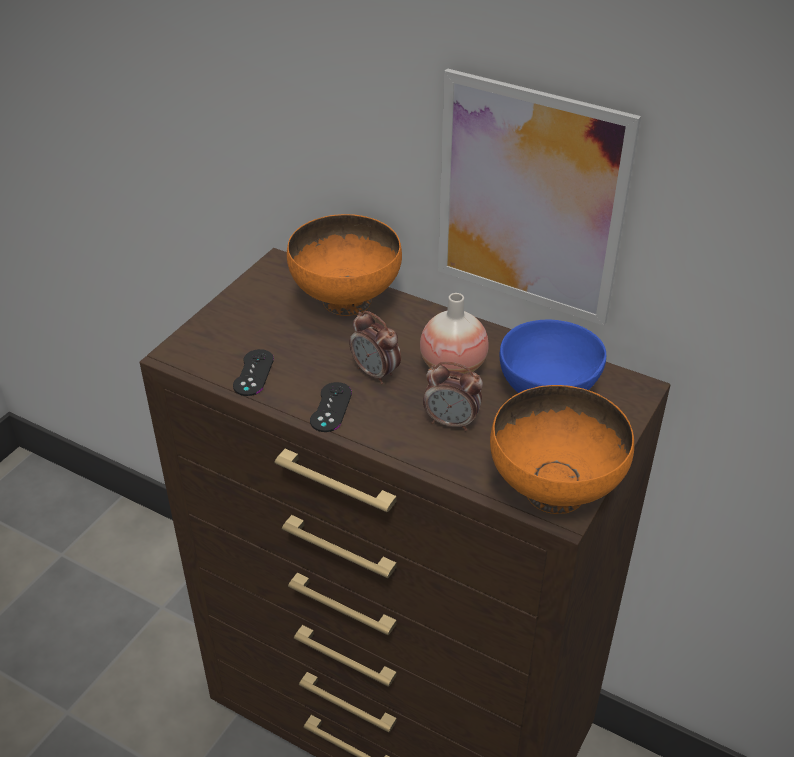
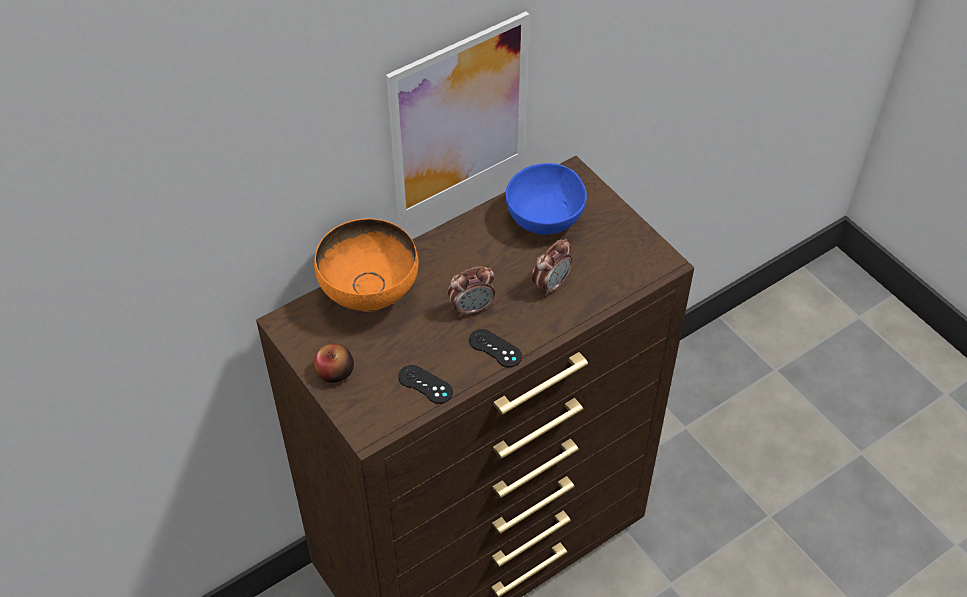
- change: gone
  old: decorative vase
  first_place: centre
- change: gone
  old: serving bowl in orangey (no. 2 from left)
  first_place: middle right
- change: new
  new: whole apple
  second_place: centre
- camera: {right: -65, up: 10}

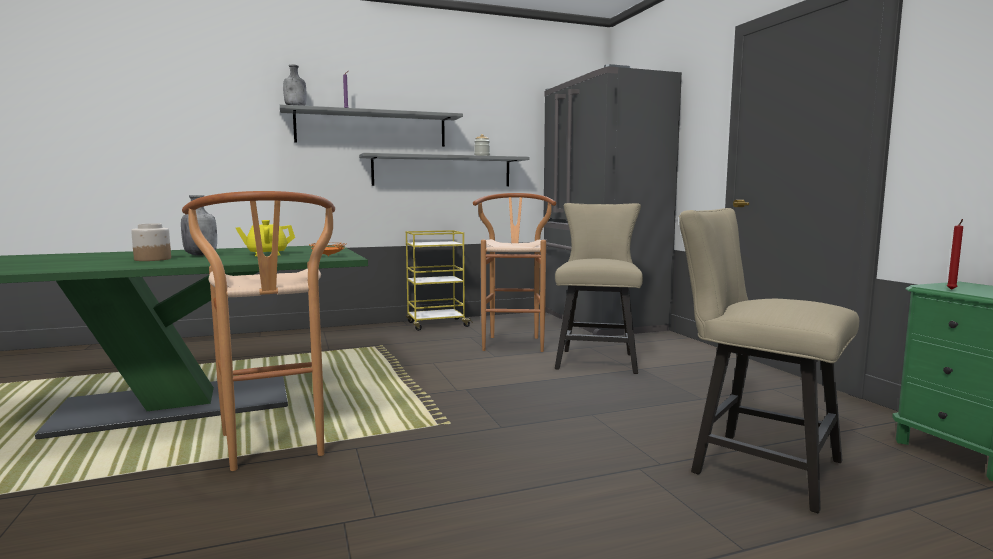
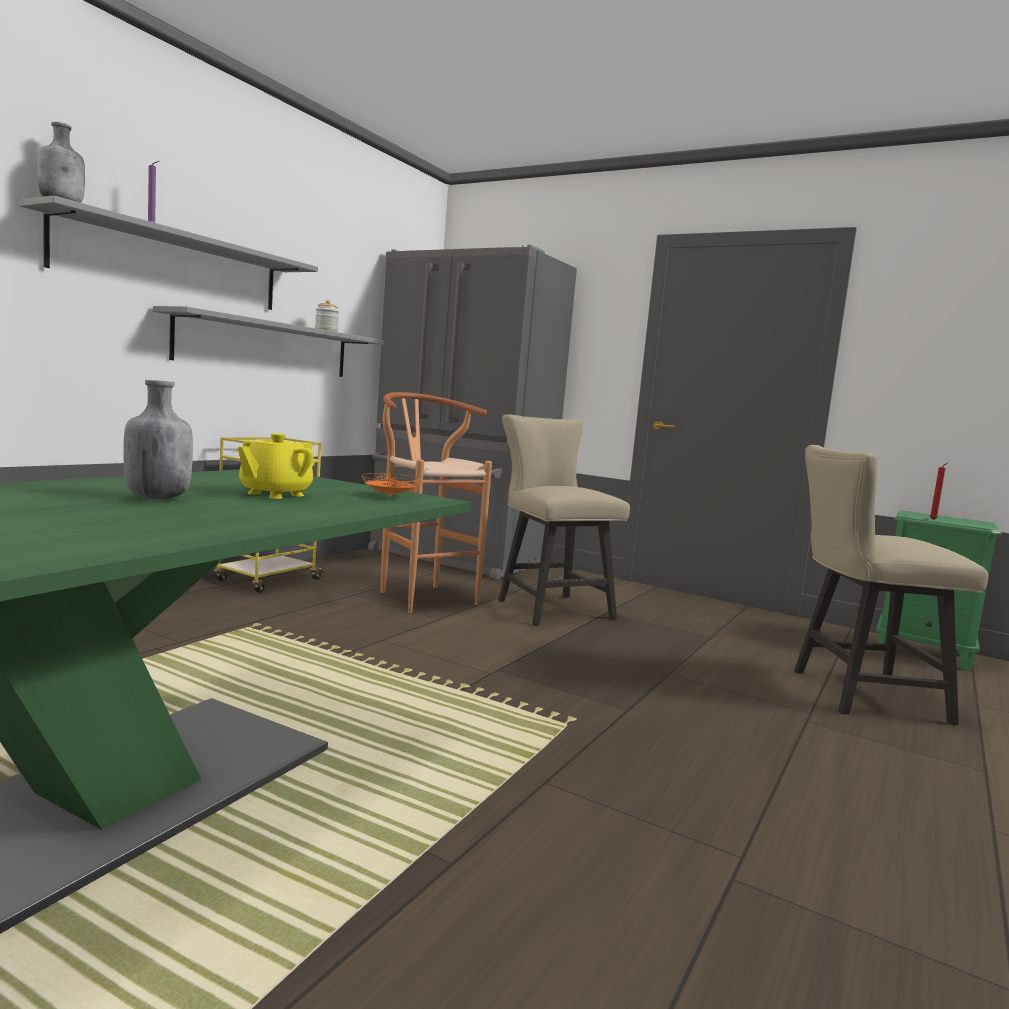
- change: gone
  old: stool seat in brown (no. 1 from left)
  first_place: middle left
- change: gone
  old: preserve jar (no. 1 from left)
  first_place: middle left
- camera: {right: -40, up: 0}

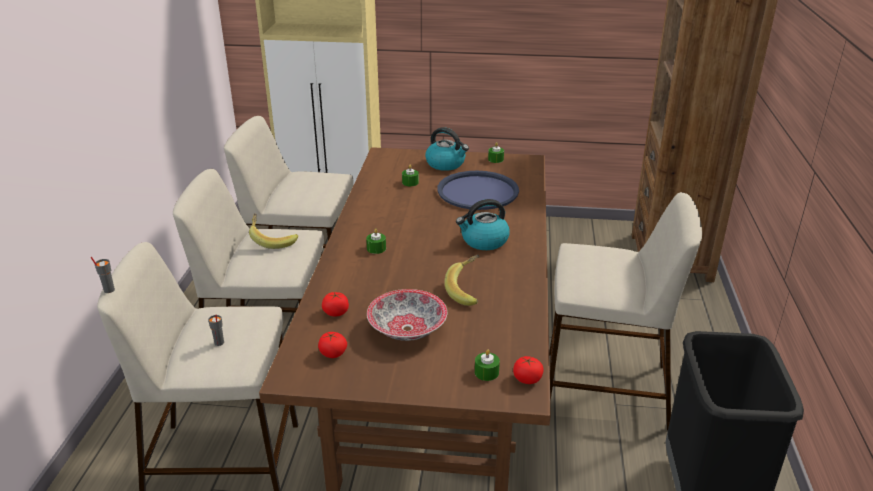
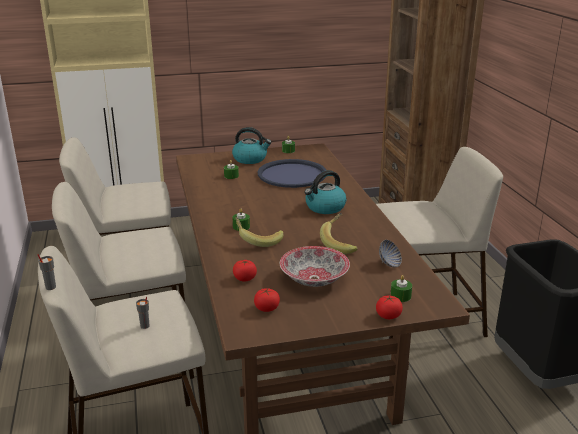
- change: shifted
  old: whole banana (no. 1 from left)
  first_place: middle left
  second_place: centre
- change: shifted
  old: fresh tomato (no. 3 from left)
  first_place: bottom centre
  second_place: bottom right
- change: new
  new: serving bowl (no. 2 from left)
  second_place: middle right
- camera: {right: -20, up: -5}

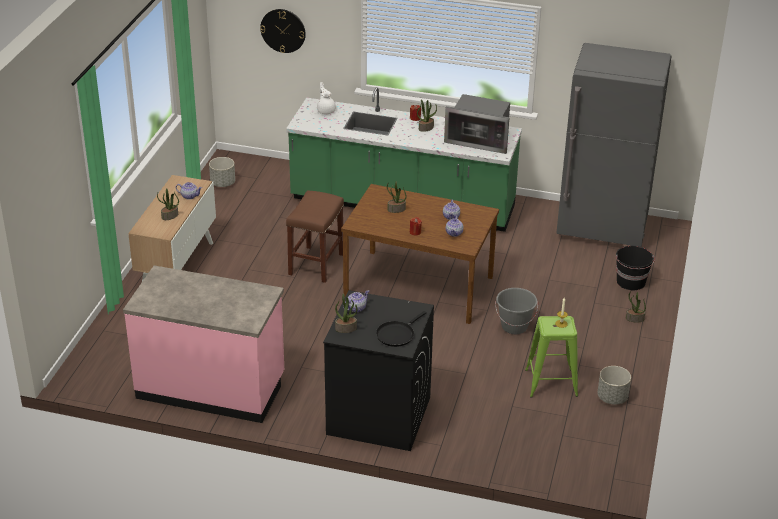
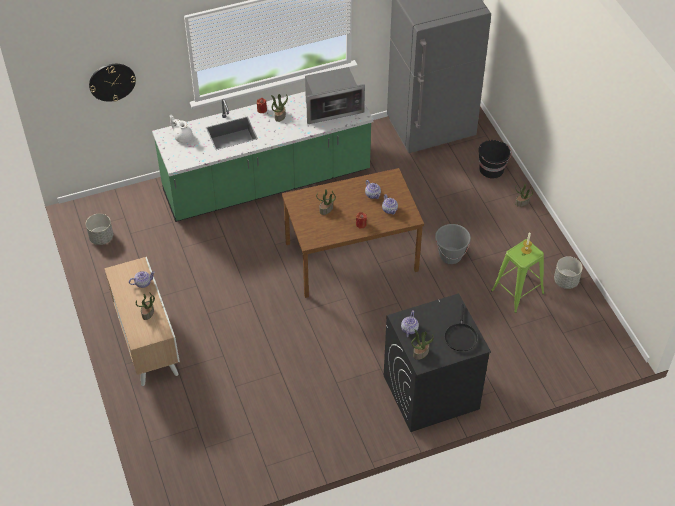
- change: gone
  old: stool seat in brown
  first_place: centre
- change: gone
  old: kitchen base unit in pink
  first_place: middle left
- camera: {right: -35, up: 15}

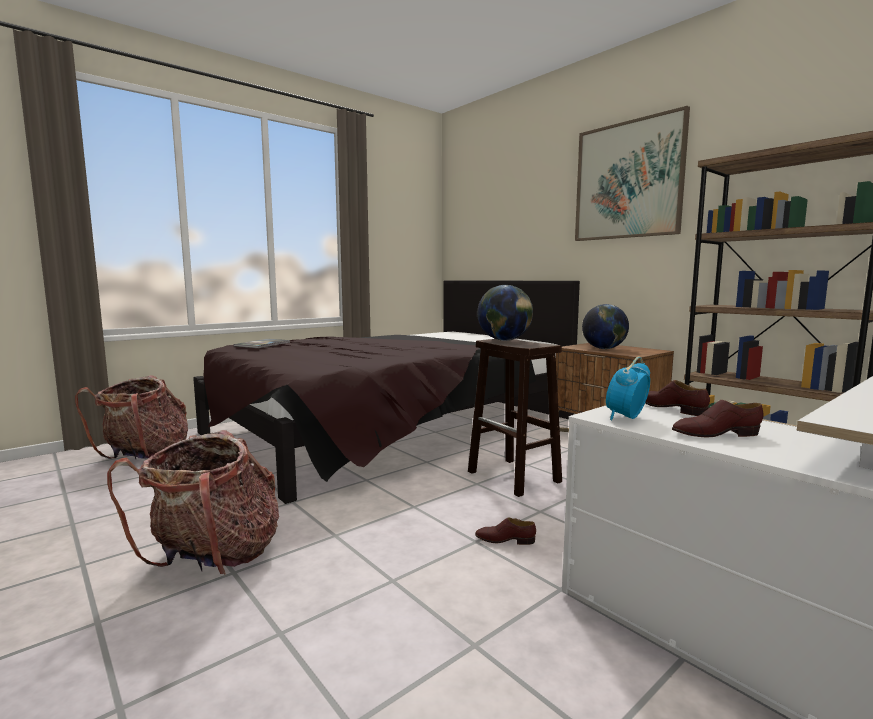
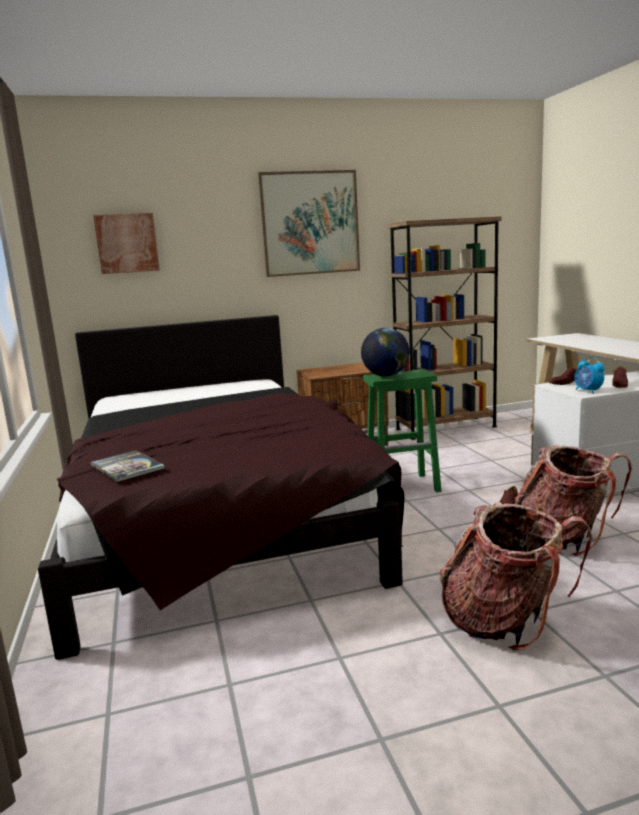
- change: gone
  old: world globe (no. 2 from left)
  first_place: middle right
- change: repainted
  old: stool seat in brown
  new: stool seat in greenish
  first_place: centre
  second_place: centre
- change: shifted
  old: rucksack (no. 1 from left in the first image)
  new: rucksack (no. 2 from left)
  first_place: middle left
  second_place: middle right
- change: new
  new: wall art (no. 1 from left)
  second_place: top left
- camera: {right: -65, up: 5}

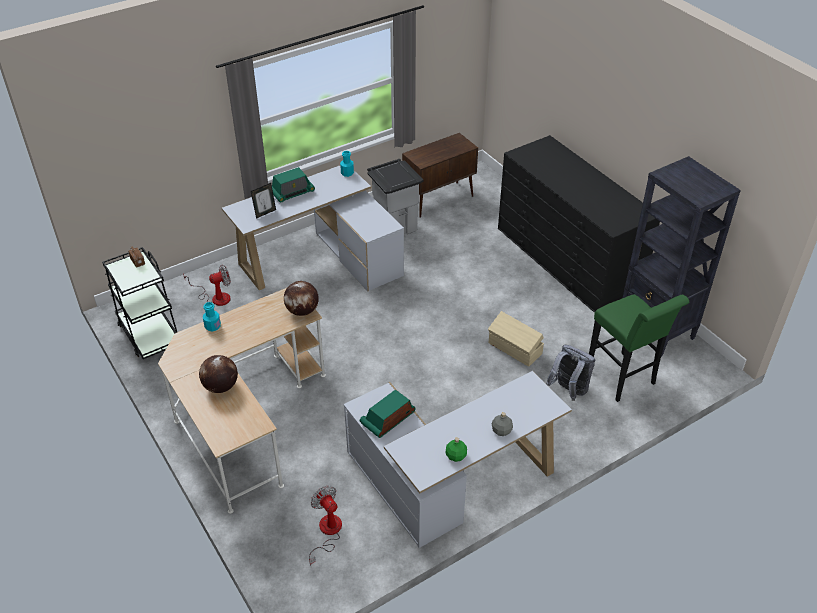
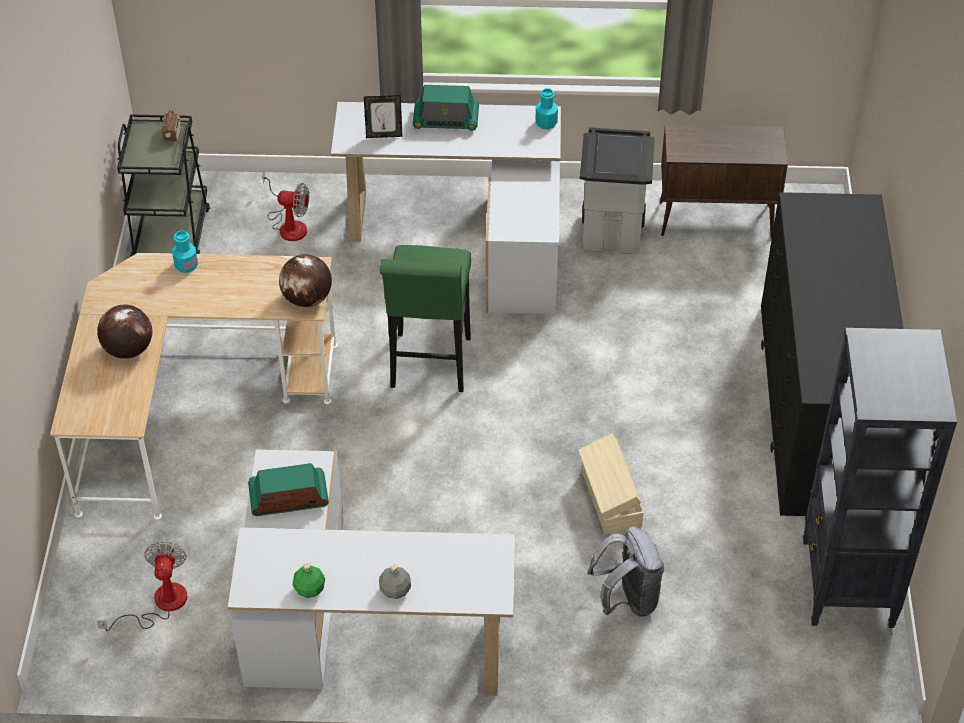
- change: shifted
  old: stool seat in greenish
  first_place: middle right
  second_place: centre
- camera: {right: 35, up: 5}

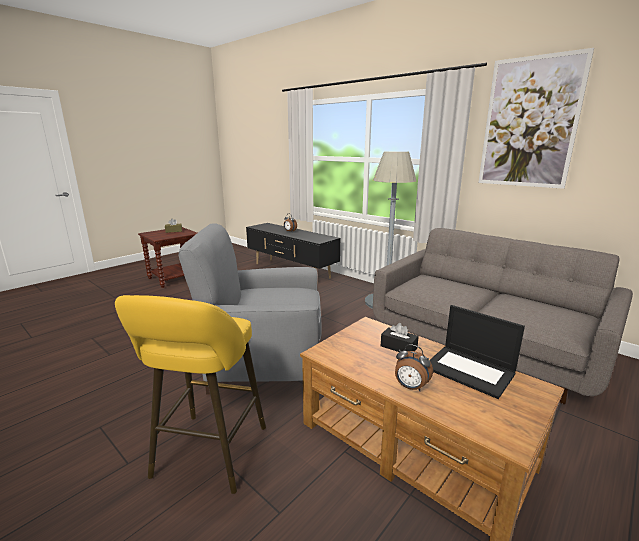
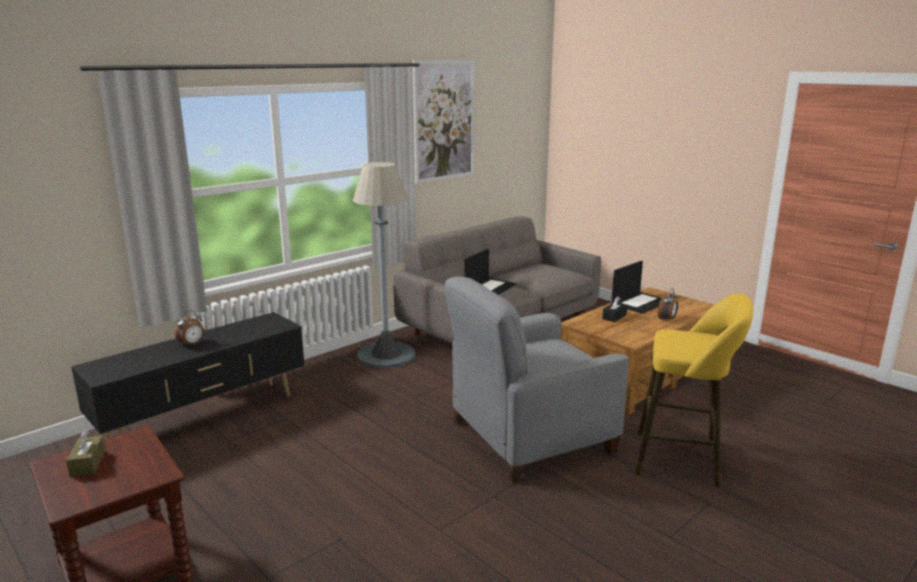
- change: rotated
  old: easy chair in grey
  first_place: centre
  second_place: centre
  degrees: 60
- change: new
  new: notebook computer (no. 1 from left)
  second_place: centre
- camera: {right: -85, up: 0}

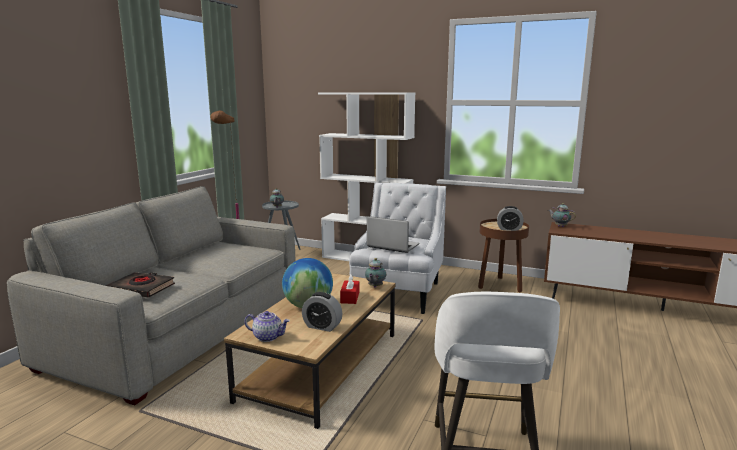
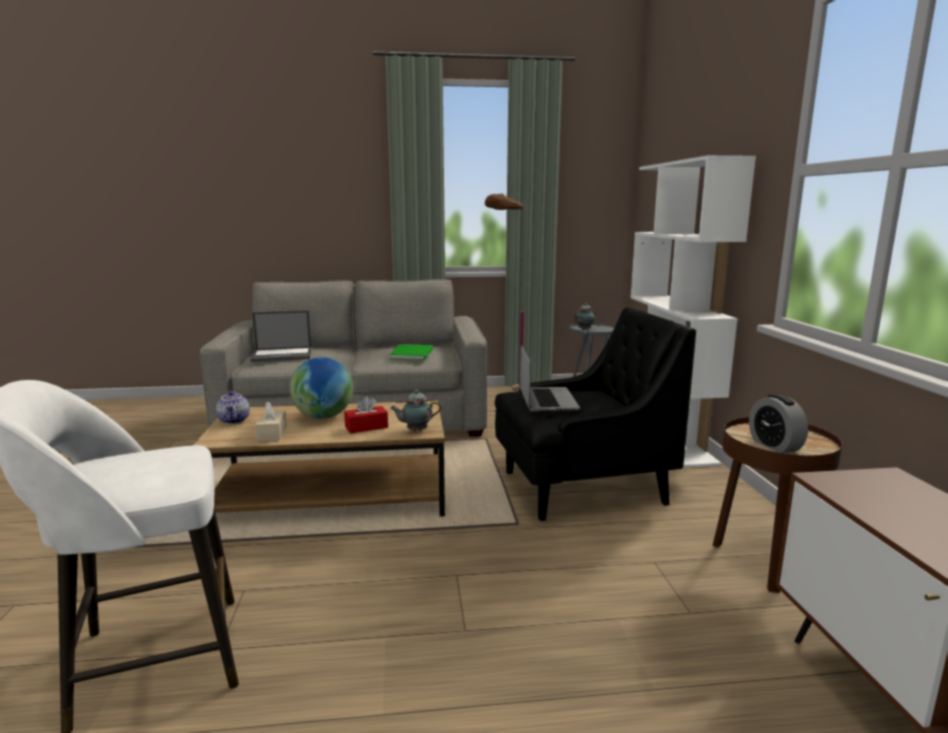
- change: repainted
  old: easy chair in whitish
  new: easy chair in black-coloured
  first_place: centre
  second_place: centre
- change: gone
  old: tea pot (no. 4 from left)
  first_place: middle right
- change: swapped
  old: bound book in black-coloured
  new: notebook computer (no. 1 from left)
  first_place: middle left
  second_place: middle left
- change: swapped
  old: table clock (no. 1 from left)
  new: tissue box in beige-coloured
  first_place: bottom centre
  second_place: middle left
- change: new
  new: bound book in greenish
  second_place: centre
- camera: {right: 60, up: 0}

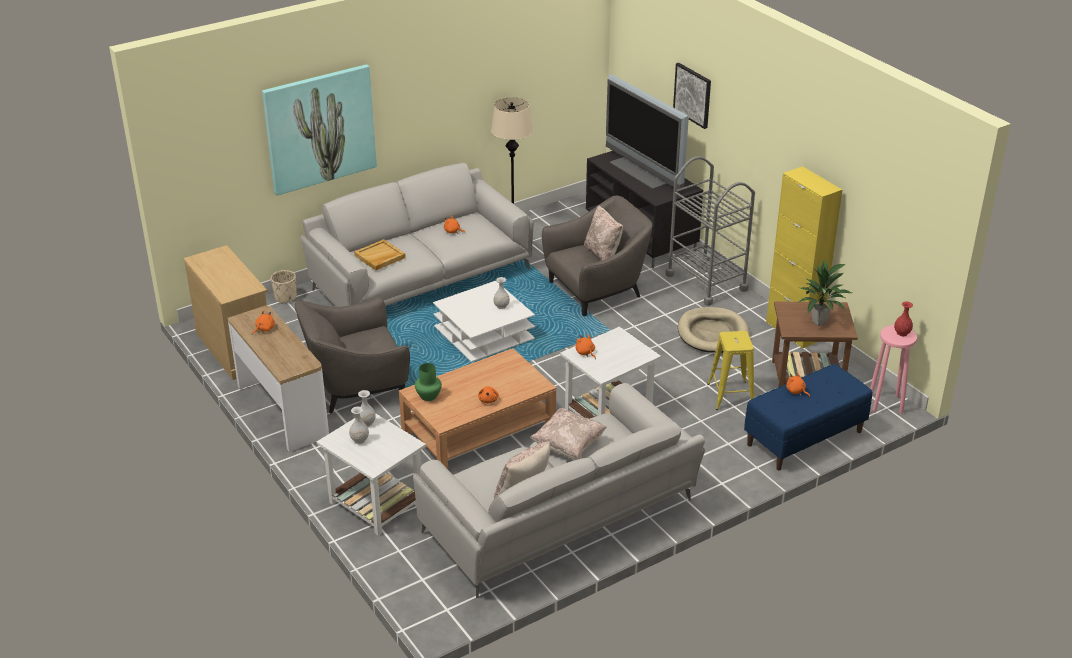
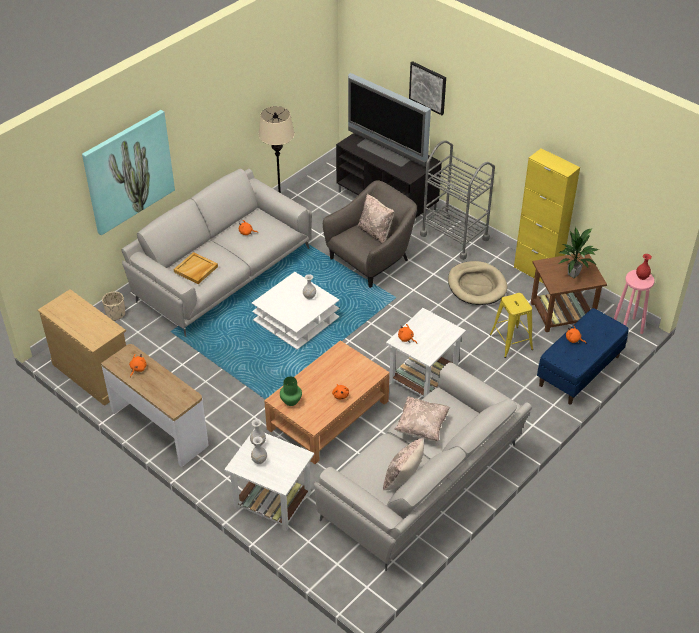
- change: gone
  old: easy chair in grey (no. 1 from left)
  first_place: middle left
- camera: {right: -15, up: 10}

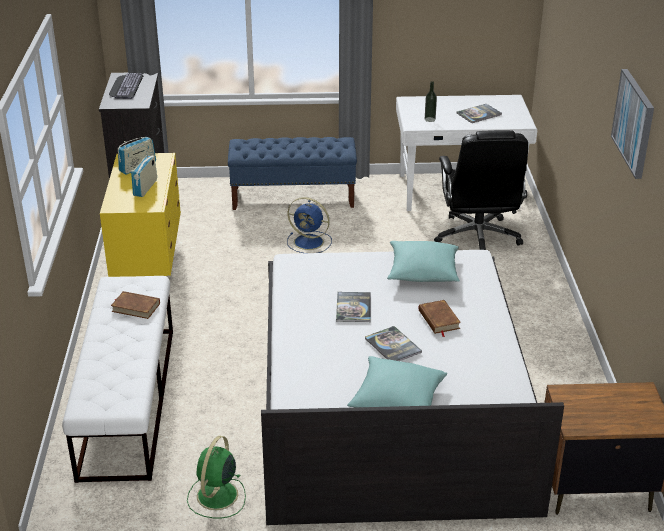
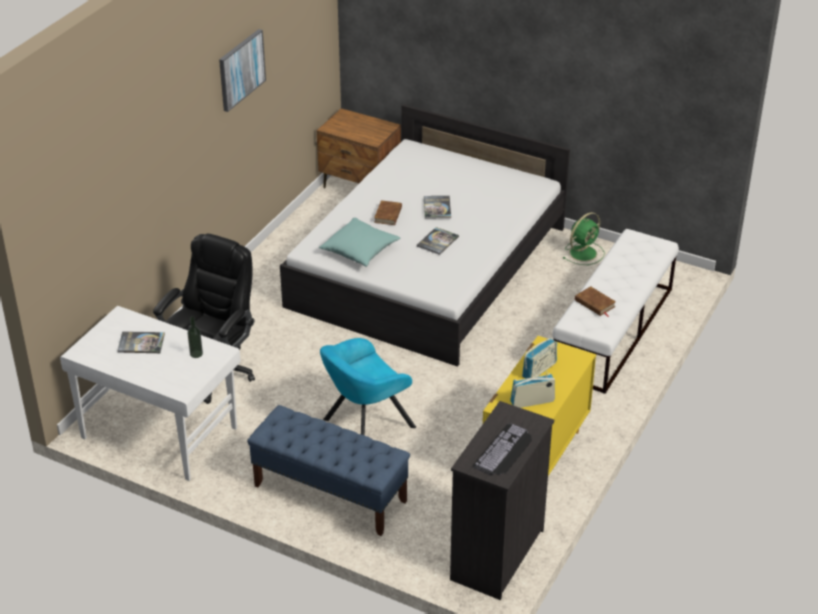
- change: swapped
  old: cooling fan in bluish
  new: easy chair in turquoise-coloured
  first_place: centre
  second_place: centre
- change: gone
  old: throw pillow in turquoise-coloured (no. 1 from left)
  first_place: bottom centre
- camera: {right: -150, up: 5}

